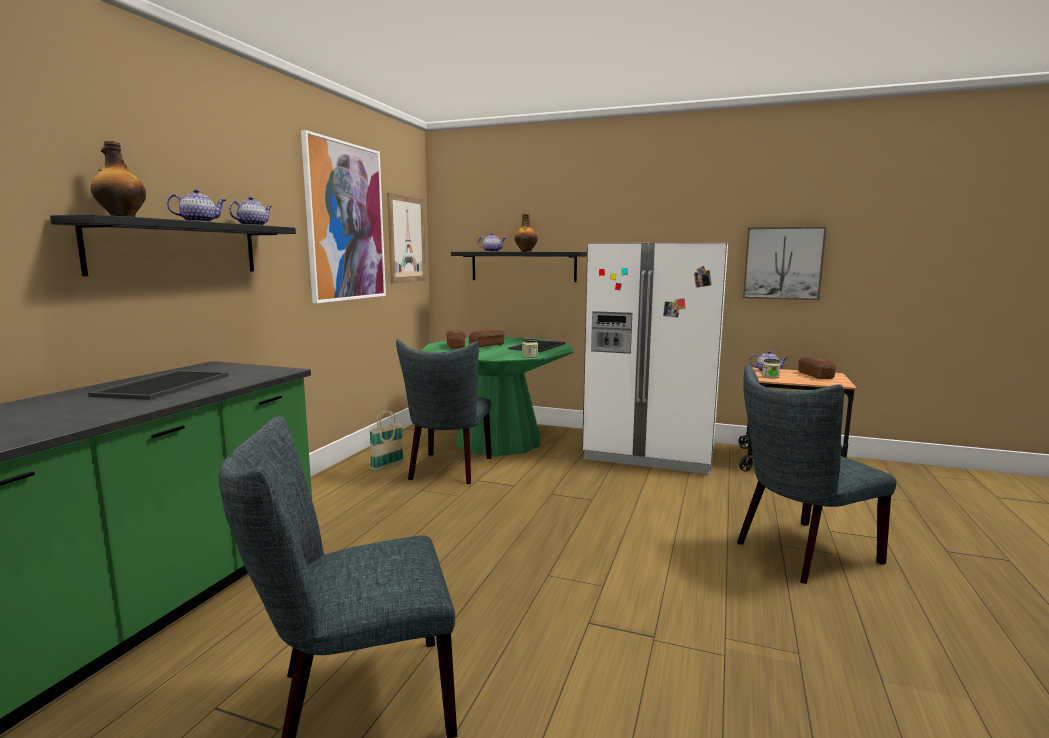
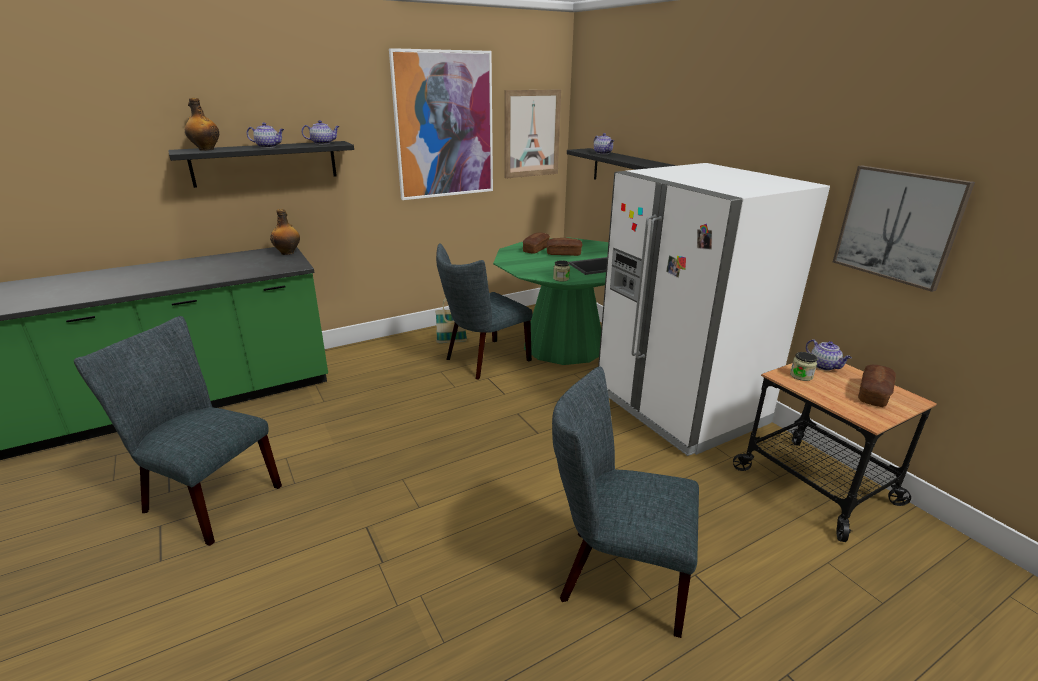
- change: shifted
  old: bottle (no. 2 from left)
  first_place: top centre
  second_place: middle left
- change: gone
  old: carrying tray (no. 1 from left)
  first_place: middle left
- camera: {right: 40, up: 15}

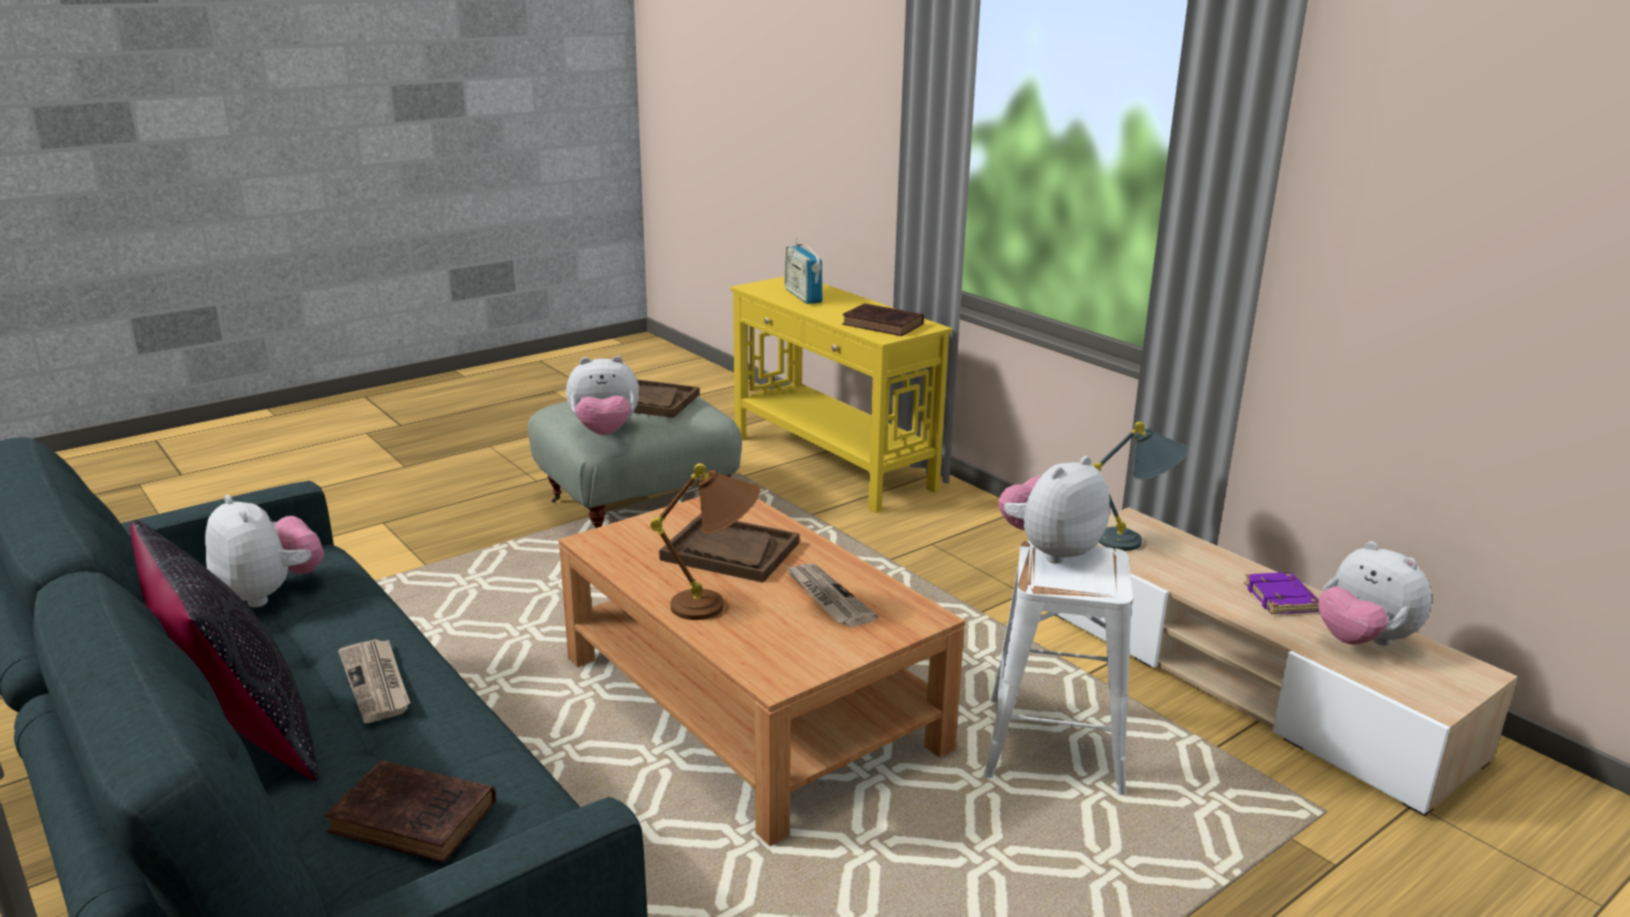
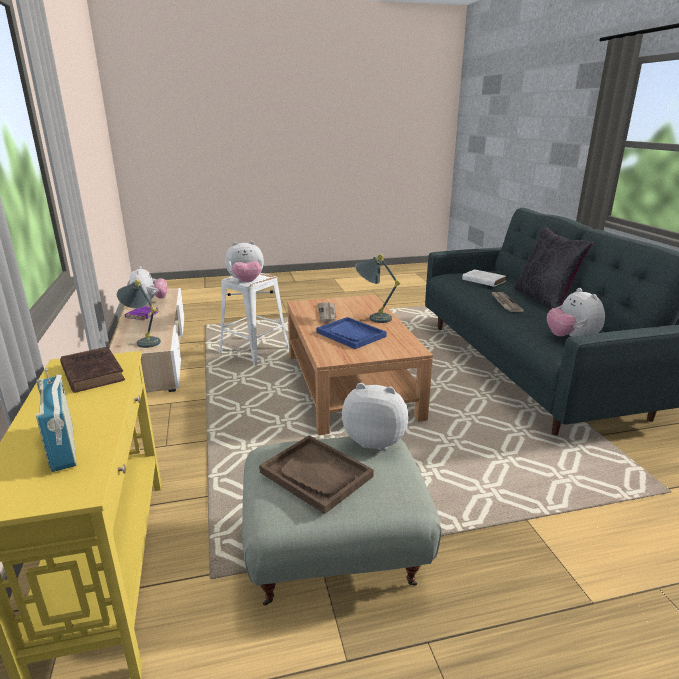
- change: rotated
  old: radio set
  first_place: top centre
  second_place: middle left
  degrees: 150
- change: repainted
  old: tabletop lamp in brown
  new: tabletop lamp in grey (no. 2 from left)
  first_place: centre
  second_place: centre
- change: repainted
  old: carrying tray in brown (no. 2 from left)
  new: carrying tray in bluish
  first_place: centre
  second_place: centre
- change: repainted
  old: bound book in brown (no. 1 from left)
  new: bound book in whitish
  first_place: bottom left
  second_place: middle right
- camera: {right: -155, up: 0}

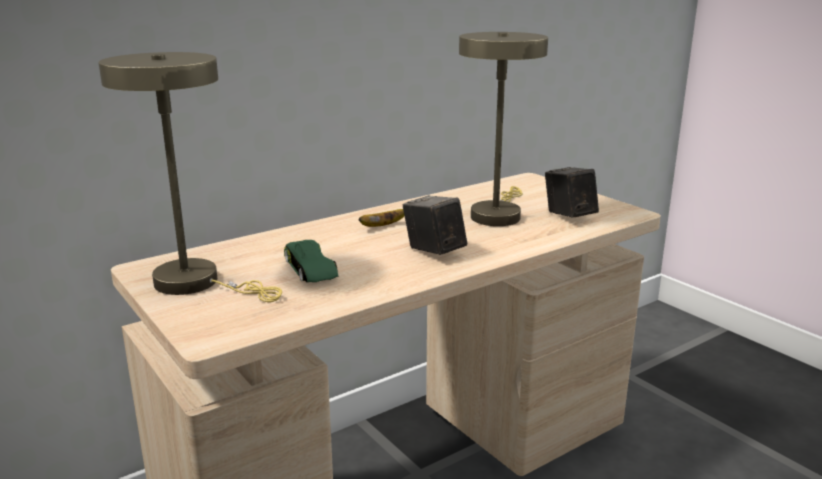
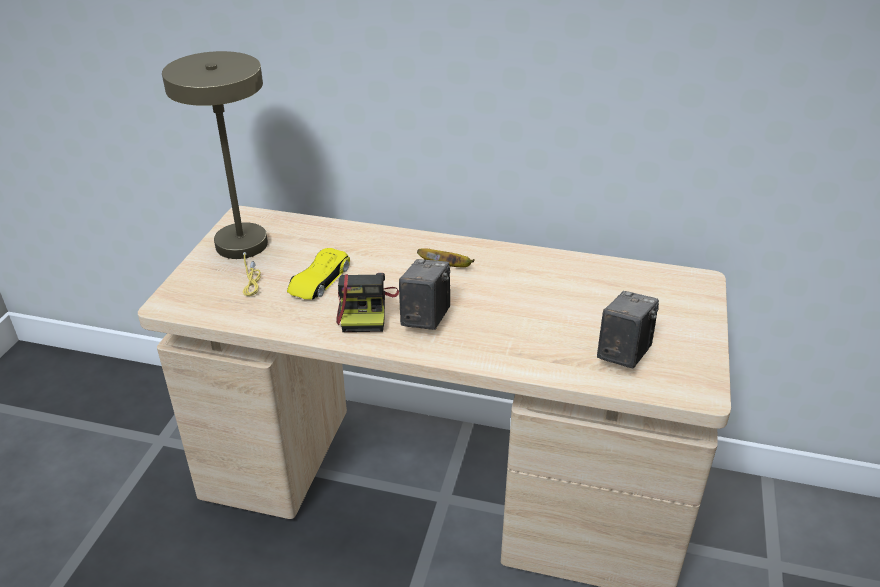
- change: gone
  old: tabletop lamp in beige-coloured (no. 2 from left)
  first_place: top centre
- change: repainted
  old: model car in greenish
  new: model car in yellowish
  first_place: centre
  second_place: centre
- change: new
  new: photo camera (no. 1 from left)
  second_place: centre
- camera: {right: 50, up: 15}

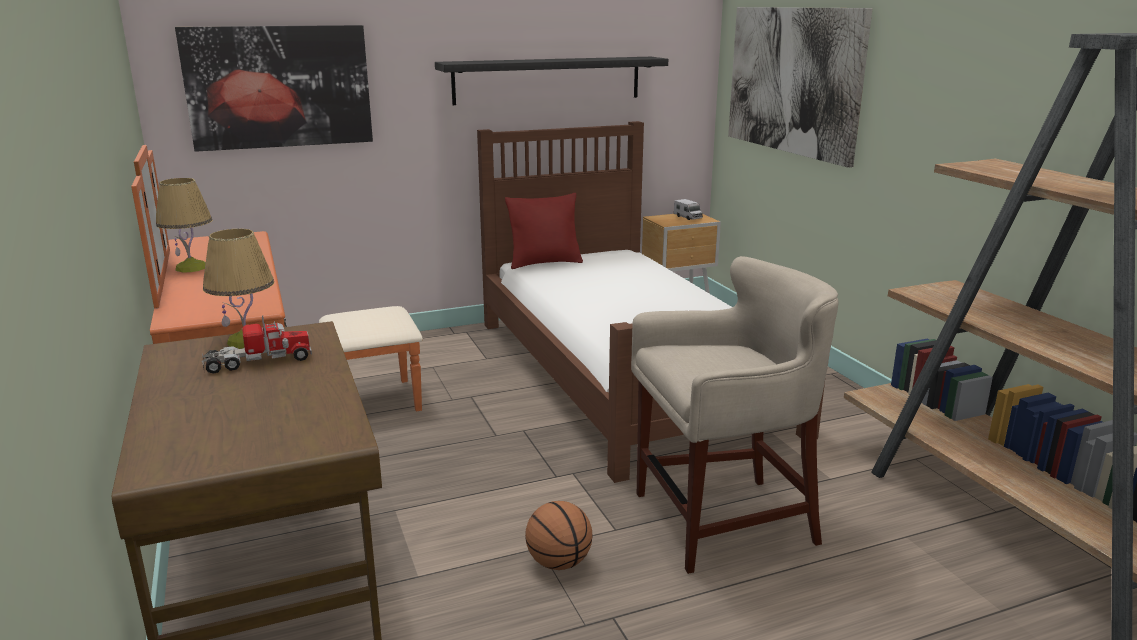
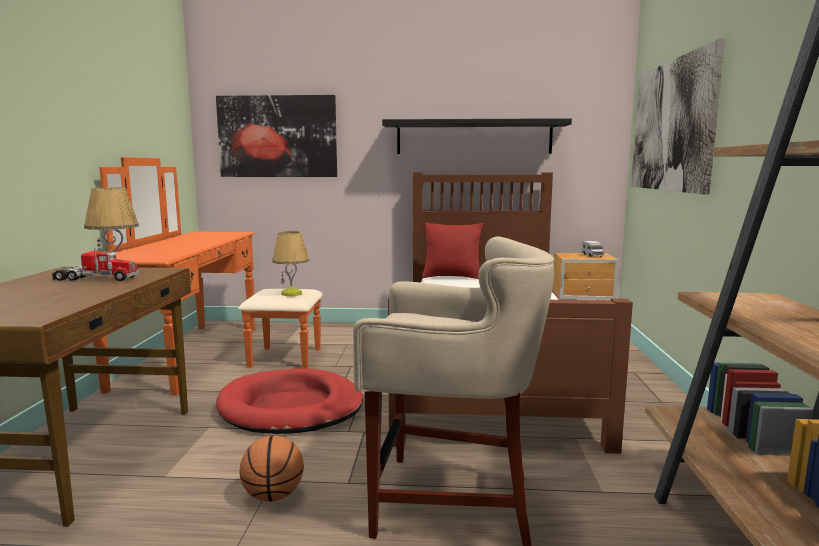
- change: shifted
  old: tabletop lamp (no. 1 from left in the first image)
  new: tabletop lamp (no. 2 from left)
  first_place: middle left
  second_place: centre
- change: new
  new: dog cushion in red-coloured
  second_place: bottom centre
- camera: {right: 25, up: -10}

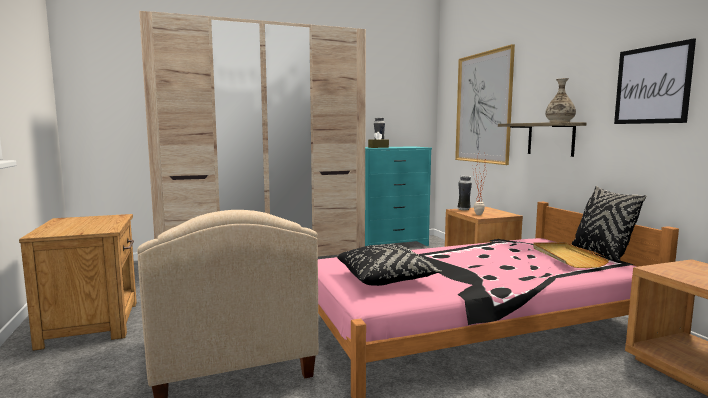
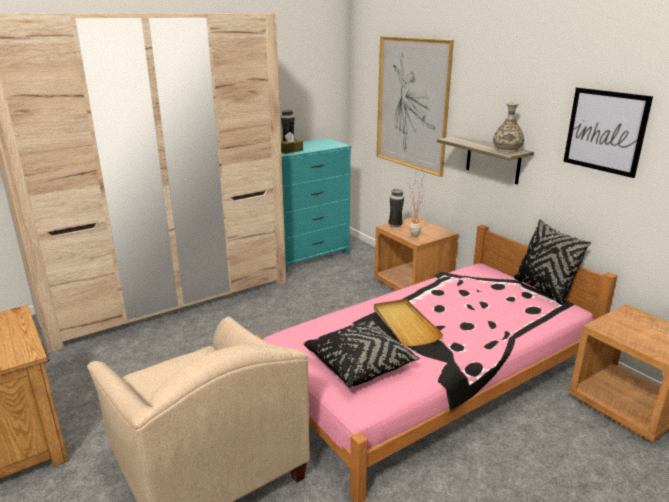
- change: shifted
  old: carrying tray in beige-coloured
  first_place: middle right
  second_place: centre
- camera: {right: -15, up: 15}

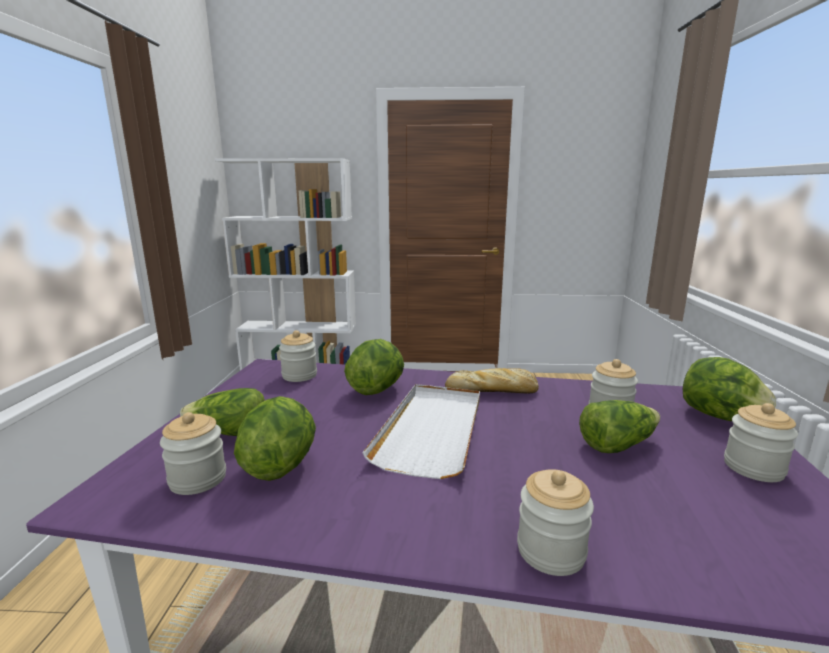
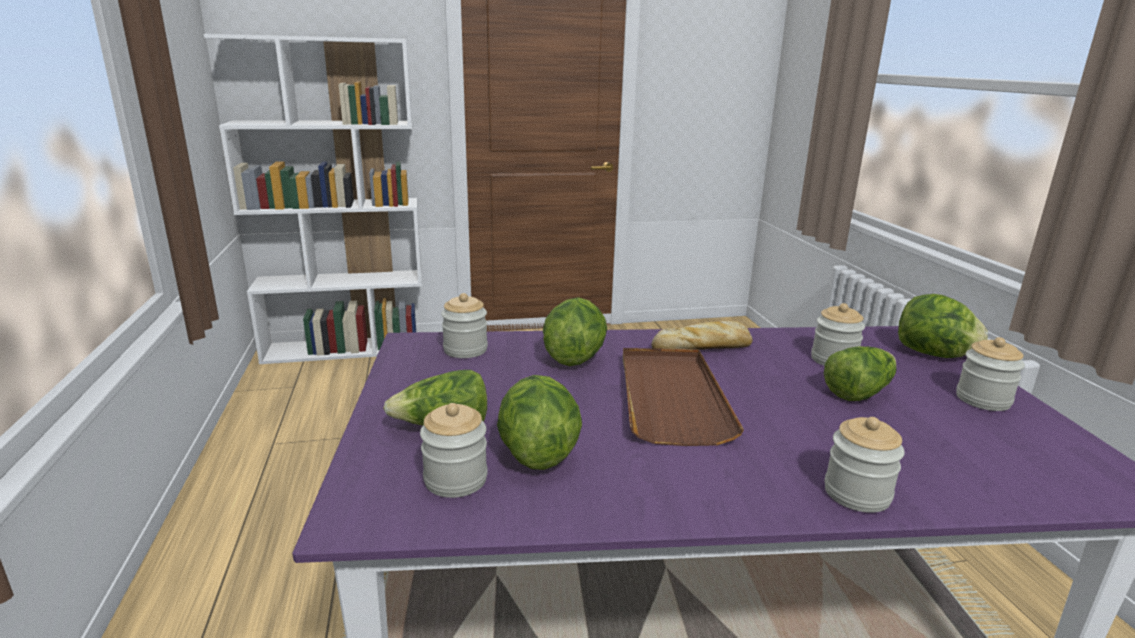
- change: repainted
  old: carrying tray in whitish
  new: carrying tray in brown
  first_place: centre
  second_place: centre
- camera: {right: -15, up: 5}

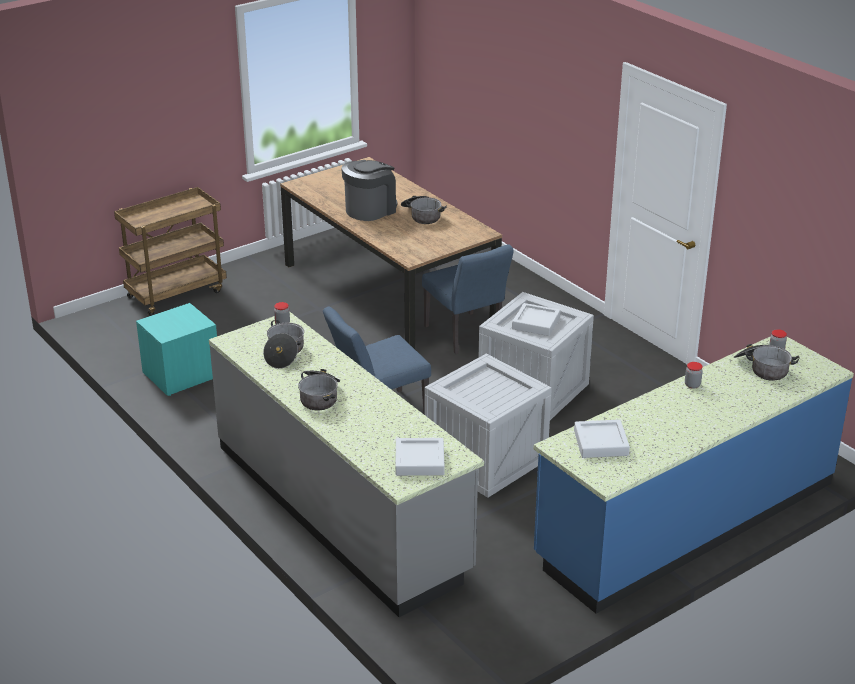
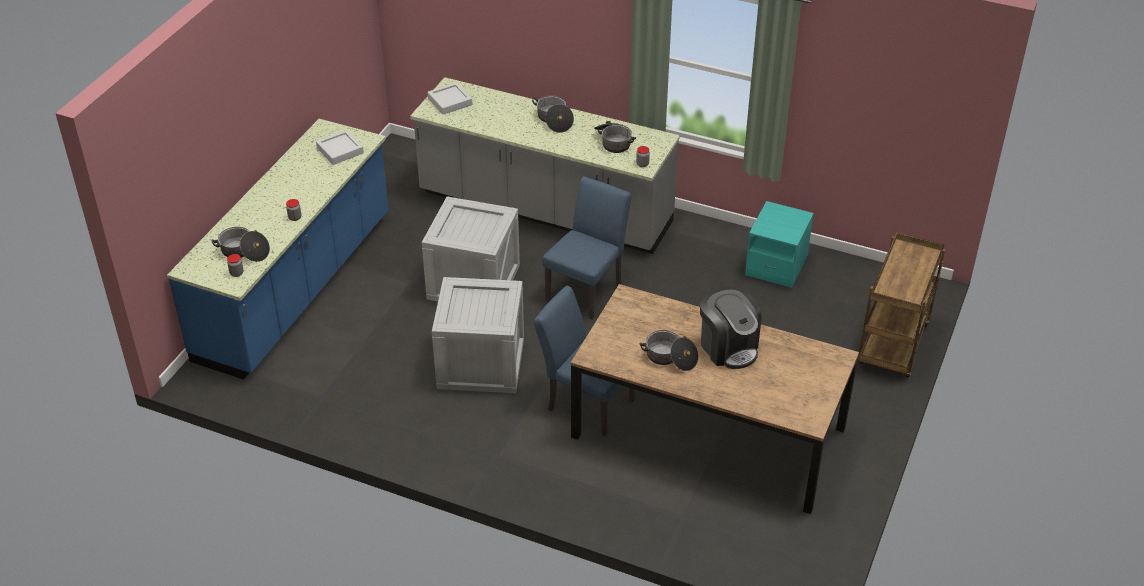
- change: rotated
  old: coffee brewer
  first_place: top centre
  second_place: centre
  degrees: -45
- change: gone
  old: carrying tray in grey (no. 2 from left)
  first_place: centre
- camera: {right: 150, up: 10}

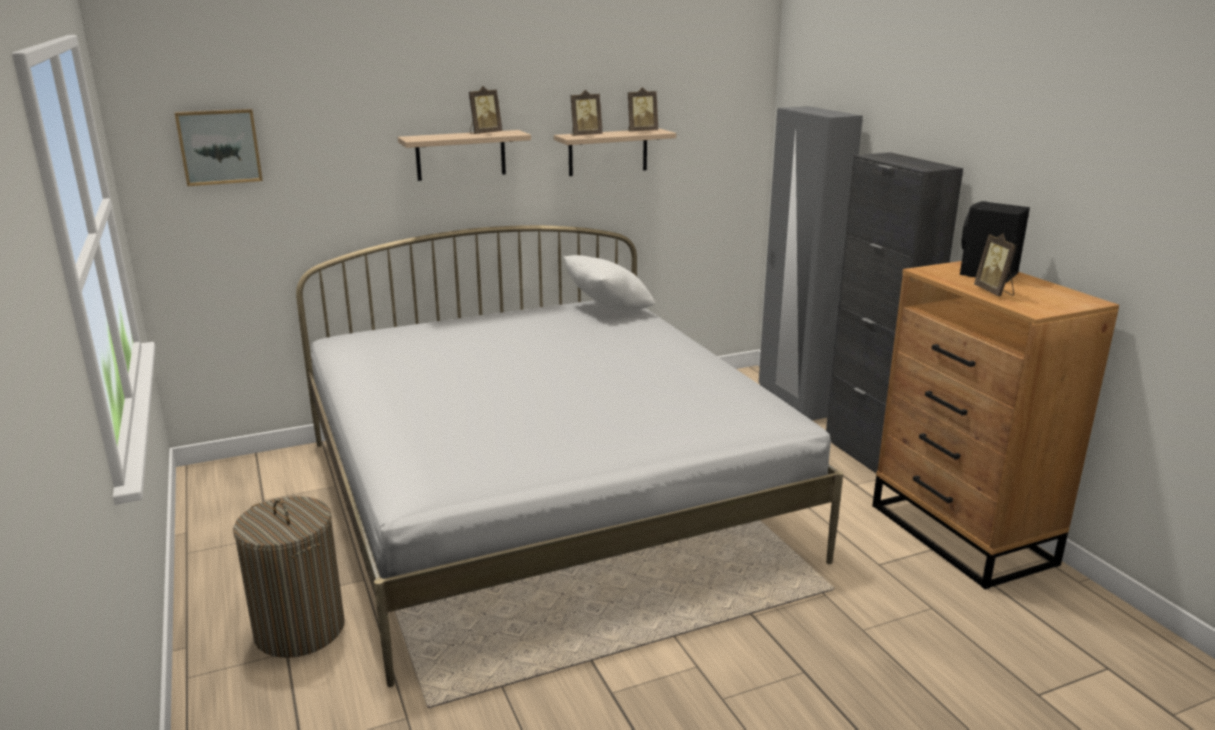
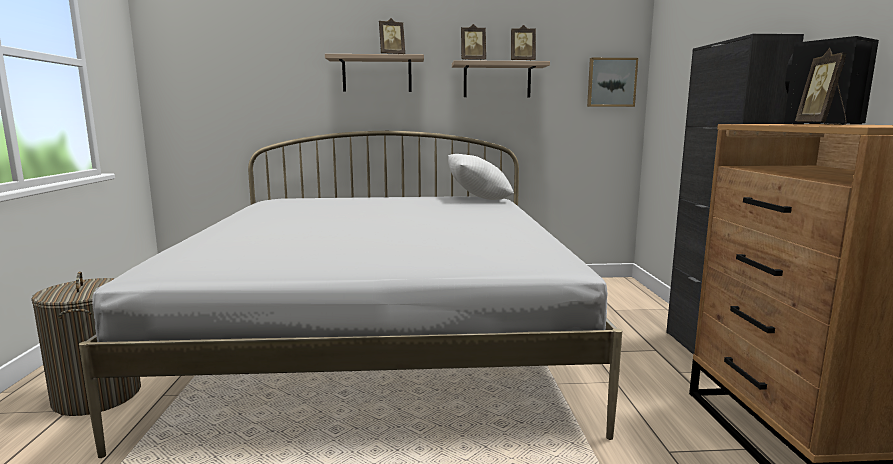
- change: gone
  old: armoire in grey
  first_place: middle right
- change: shifted
  old: wall art
  first_place: top left
  second_place: top right
- camera: {right: 20, up: -10}

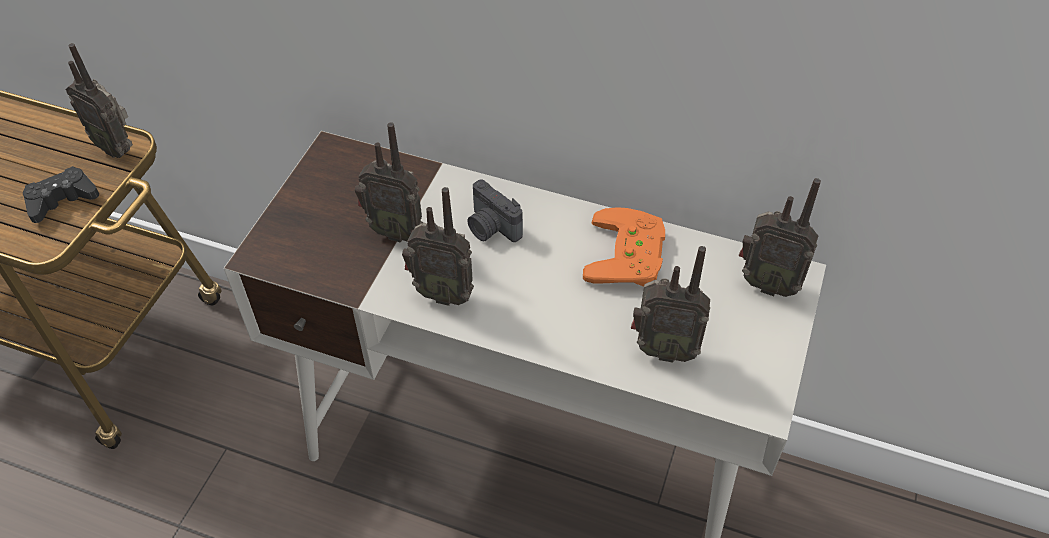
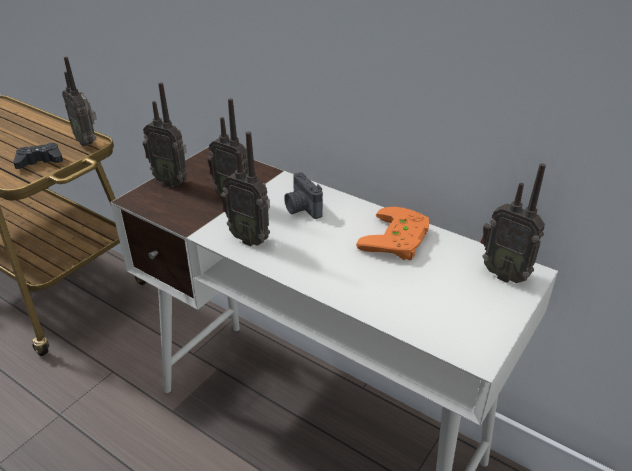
- change: shifted
  old: radio set (no. 4 from left in the first image)
  new: radio set (no. 2 from left)
  first_place: centre
  second_place: top left
- camera: {right: 15, up: -15}

